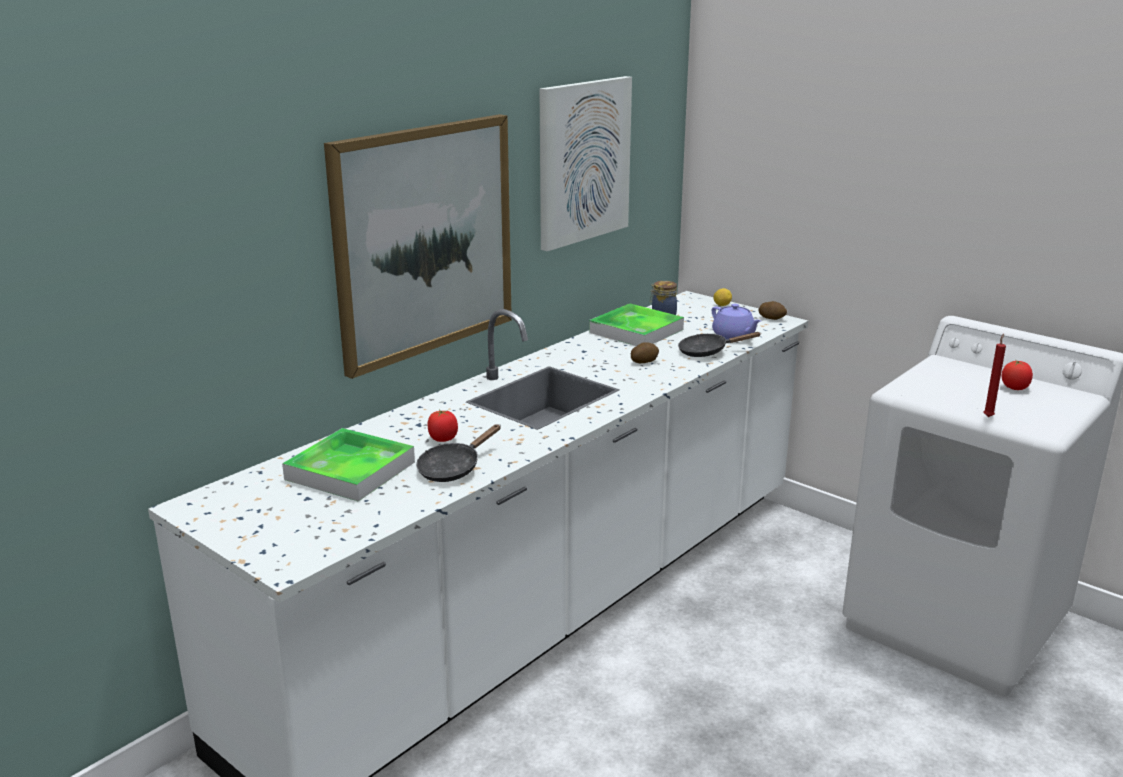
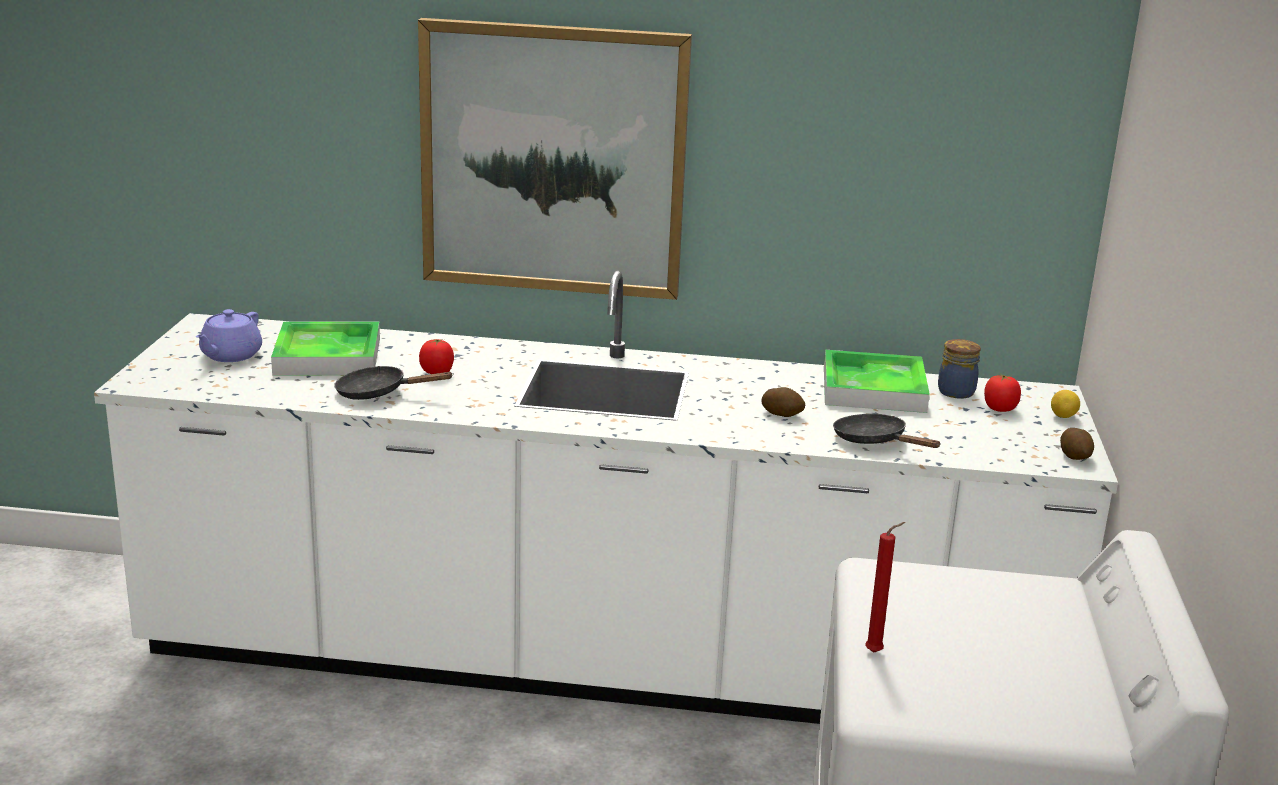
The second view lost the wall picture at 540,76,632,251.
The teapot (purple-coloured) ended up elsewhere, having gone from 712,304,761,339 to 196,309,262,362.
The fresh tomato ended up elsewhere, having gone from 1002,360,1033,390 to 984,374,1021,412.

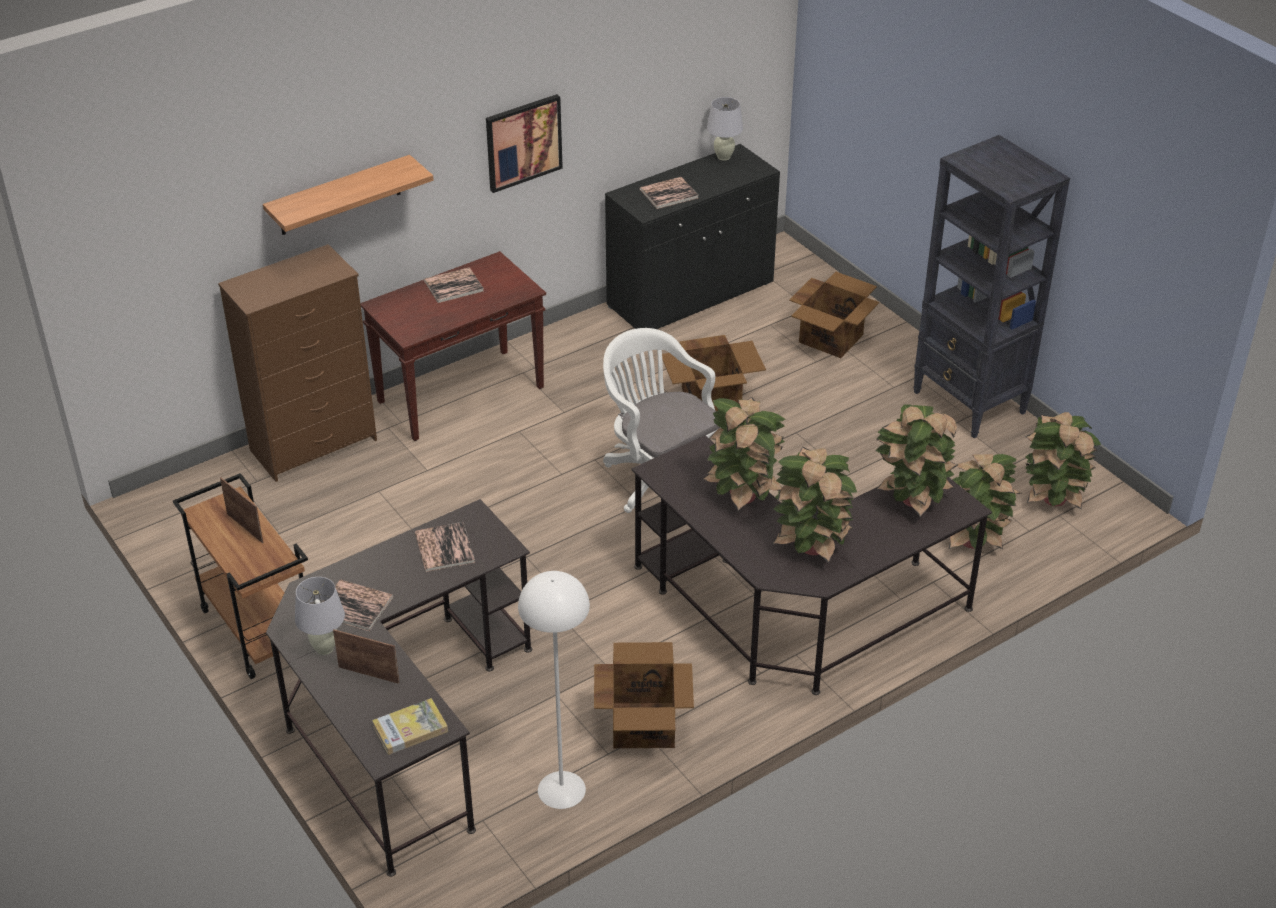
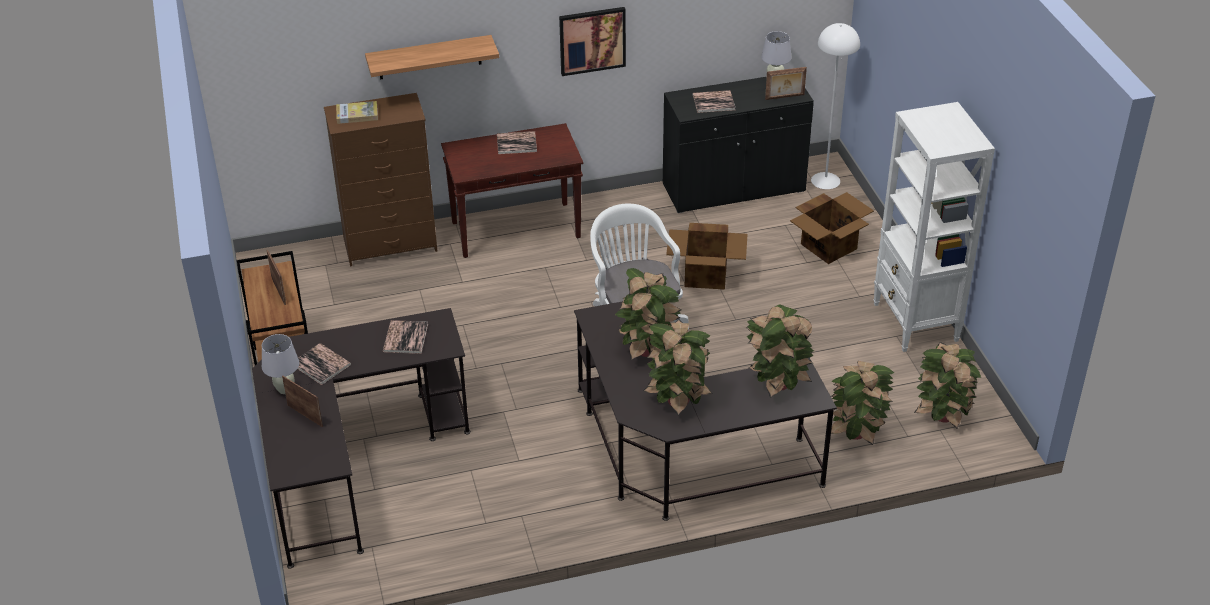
The second view lost the cardboard box at 594,642,694,748.
The second view gained the standing frame at 765,67,807,100.
The book ended up elsewhere, having gone from 372,698,448,755 to 336,101,378,124.
The floor lamp (whitish) ended up elsewhere, having gone from 518,571,590,809 to 811,23,860,189.
What was the shelving unit (black-coloured) at 913,135,1070,438 turned into the shelving unit (whitish) at 873,102,995,352.

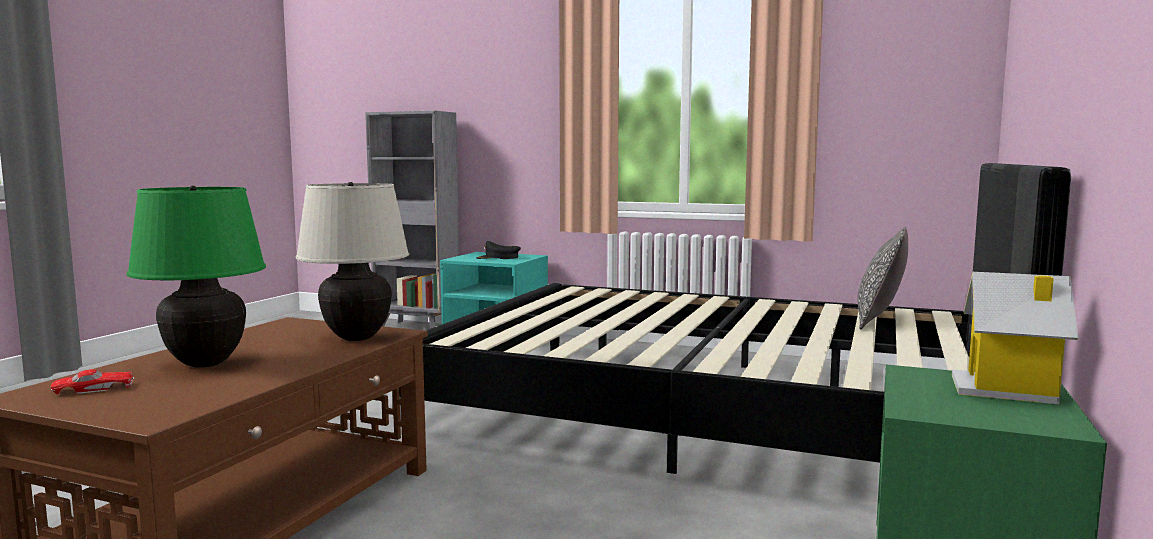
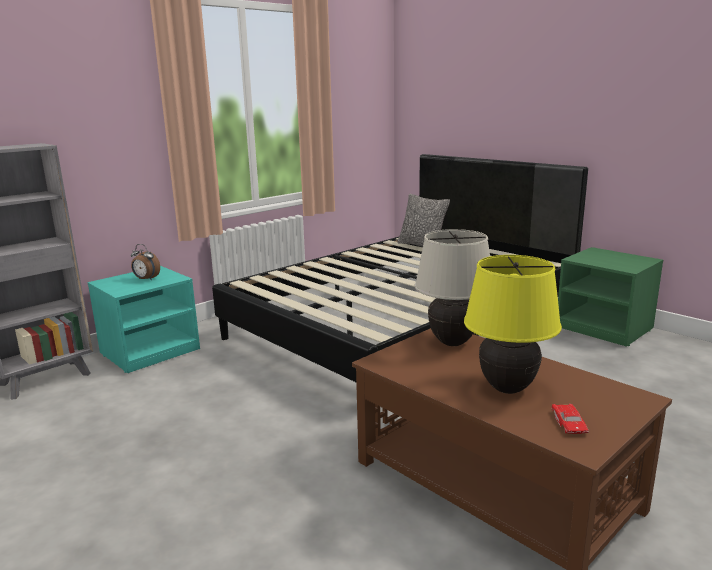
The second view lost the toy house at 952,272,1078,404.
Where the cap (black-coloured) stood at 477,241,521,259, the bedside clock came to stand at 131,244,160,281.
What was the tabletop lamp (greenish) at 127,186,266,368 turned into the tabletop lamp (yellow-coloured) at 464,255,562,394.

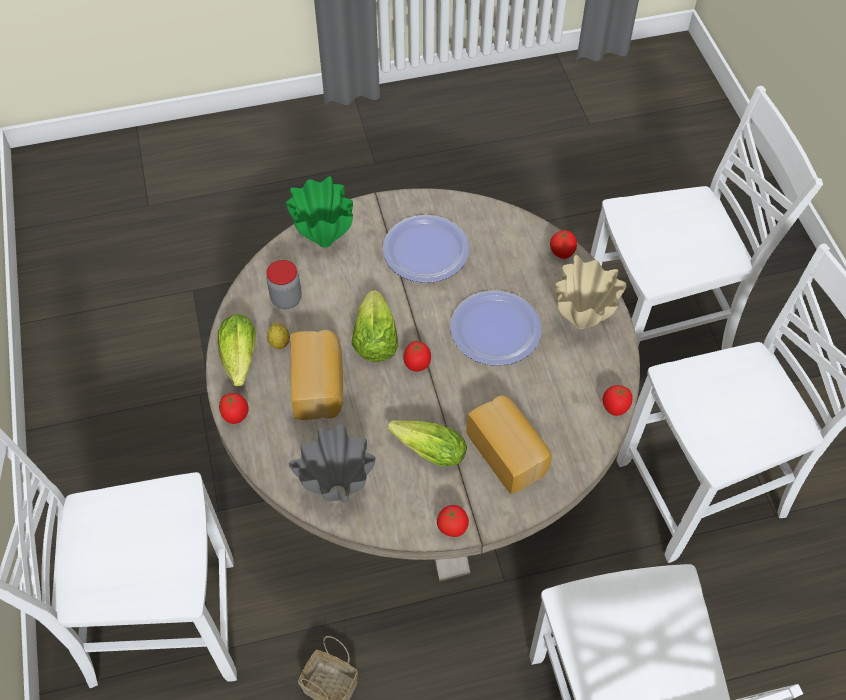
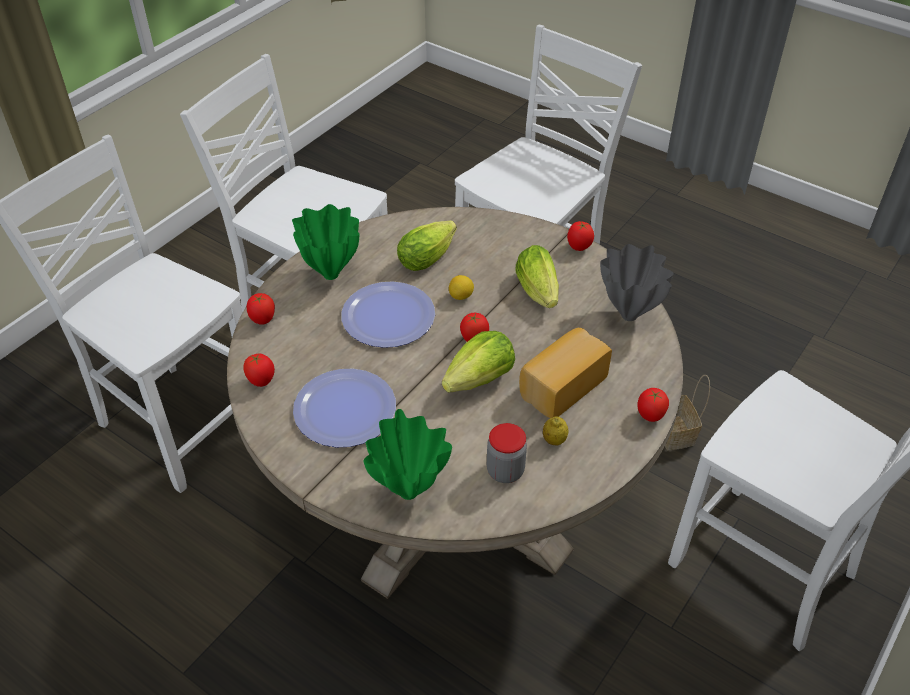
The second view lost the baked bread at 466,395,552,494.
The second view gained the whole lemon at 449,275,474,300.
The lettuce ended up elsewhere, having gone from 218,314,256,387 to 397,221,457,271.
The fresh tomato ended up elsewhere, having gone from 603,385,632,416 to 243,353,275,387.
What was the decorative vase (beige-coloured) at 555,255,627,329 turned into the decorative vase (greenish) at 292,204,359,280.

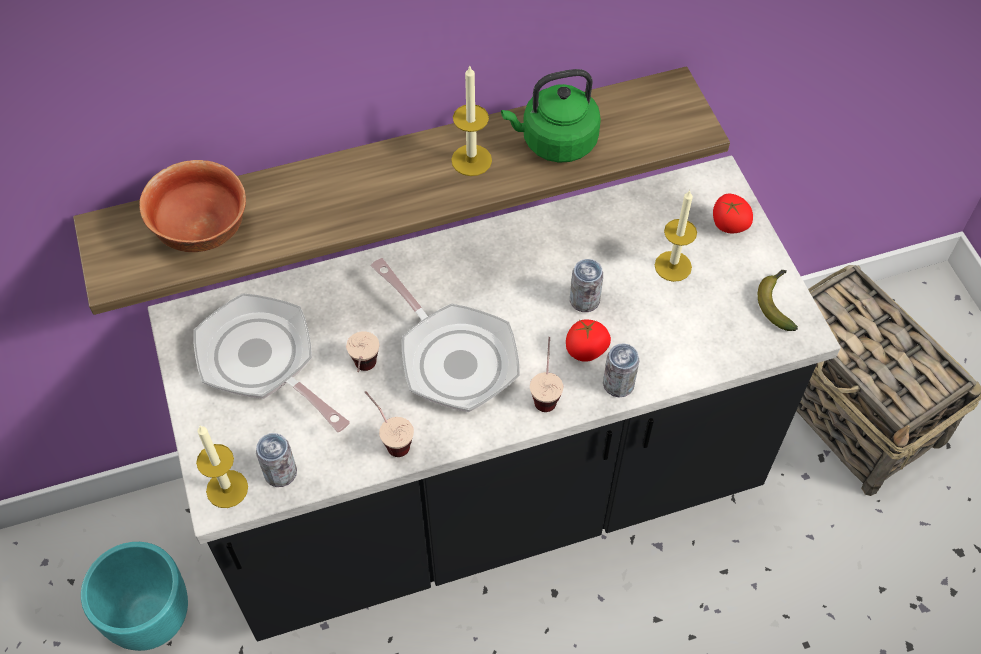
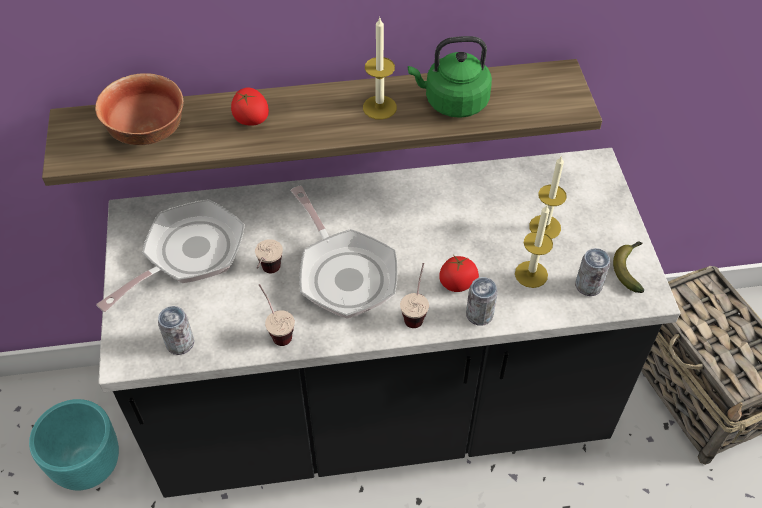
The wax light ended up elsewhere, having gone from 196,426,248,508 to 515,205,553,288.
The metal can ended up elsewhere, having gone from 570,259,603,312 to 575,248,610,296.
The fresh tomato ended up elsewhere, having gone from 713,194,753,233 to 231,87,269,126.
The pan at 193,293,350,432 ended up facing another way, 75 degrees clockwise from before.

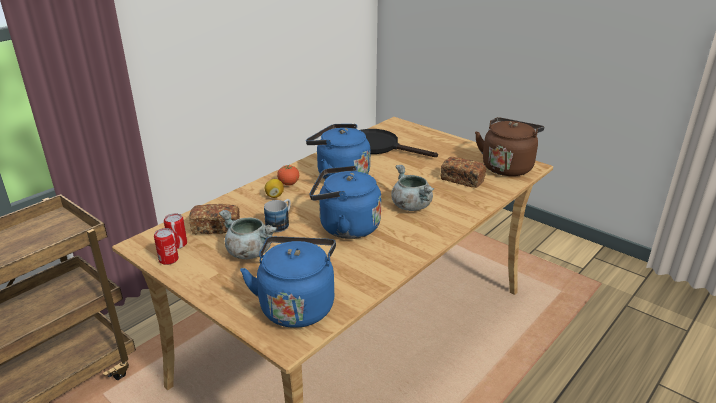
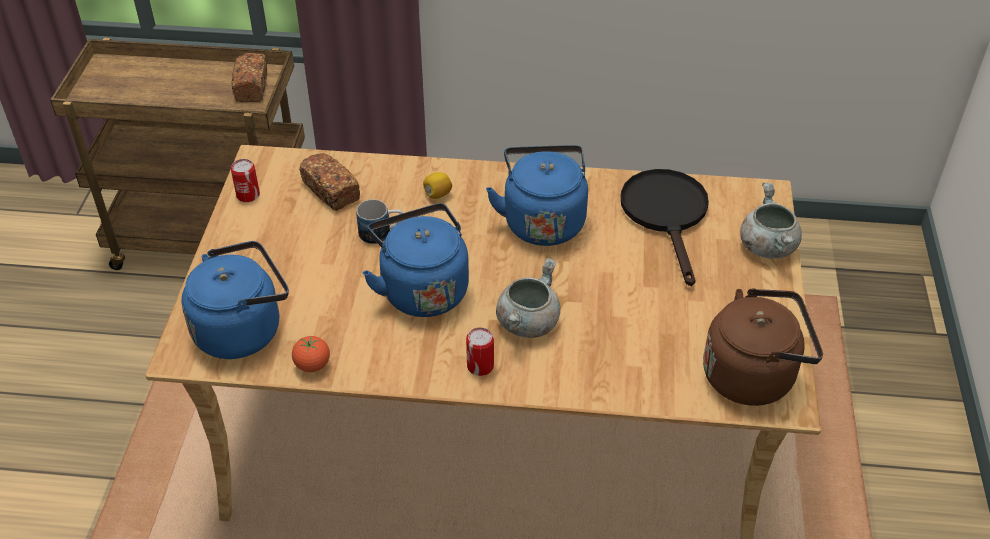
The metal can ended up elsewhere, having gone from 164,213,187,249 to 466,327,494,376.
The cooking pot (gray) ended up elsewhere, having gone from 219,210,277,259 to 740,183,802,259.
The fresh tomato ended up elsewhere, having gone from 277,165,299,185 to 292,336,330,372.
The baked bread ended up elsewhere, having gone from 440,157,486,188 to 232,53,267,102.

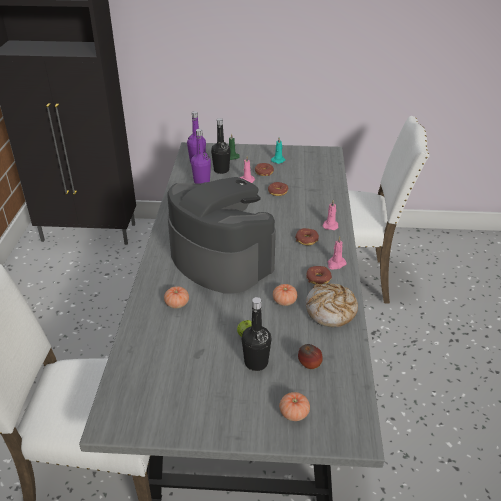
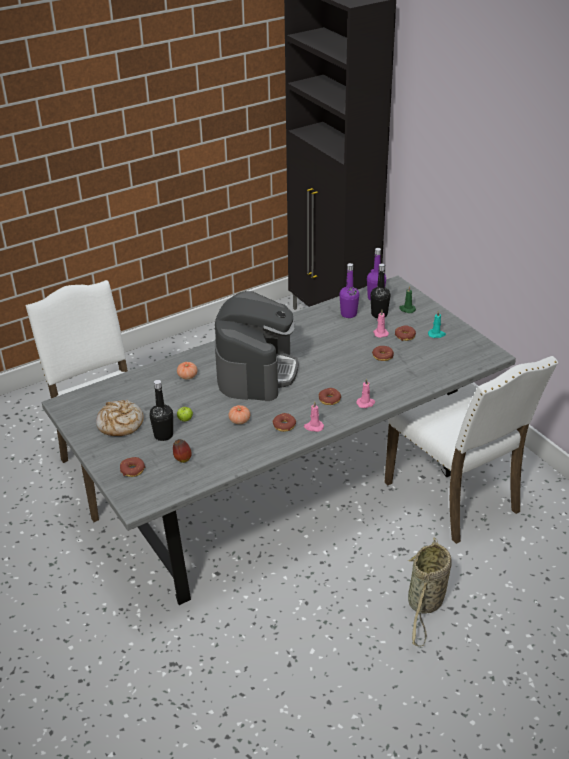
The second view gained the household basket at 408,537,452,647.
The baked bread ended up elsewhere, having gone from 306,283,358,327 to 96,399,144,436.
Where the fresh tomato stood at 279,392,310,421, the doughnut came to stand at 120,457,145,477.

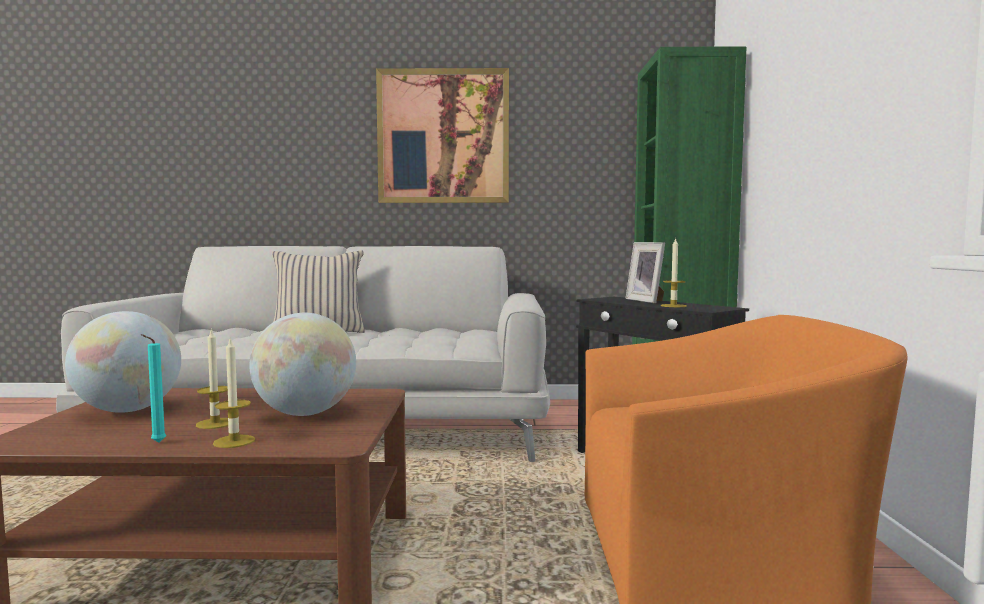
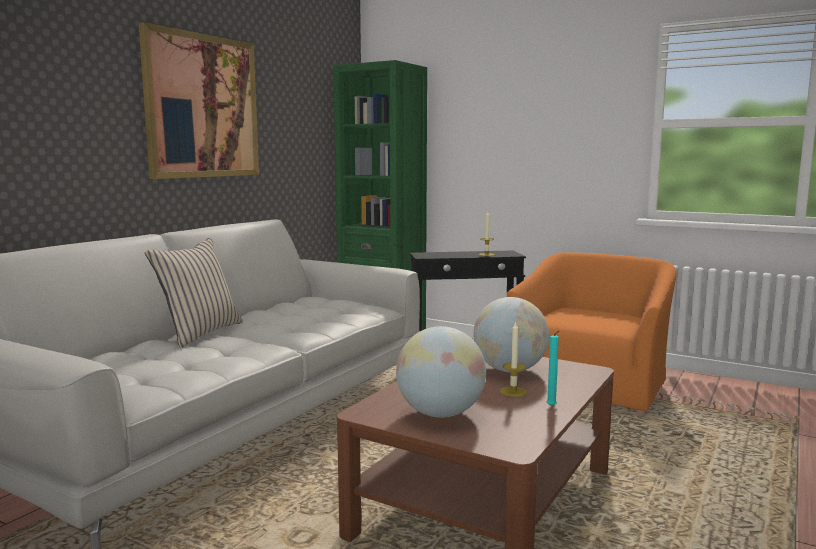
The second view lost the wax light at 213,339,255,448.
The second view lost the standing frame at 625,242,665,303.

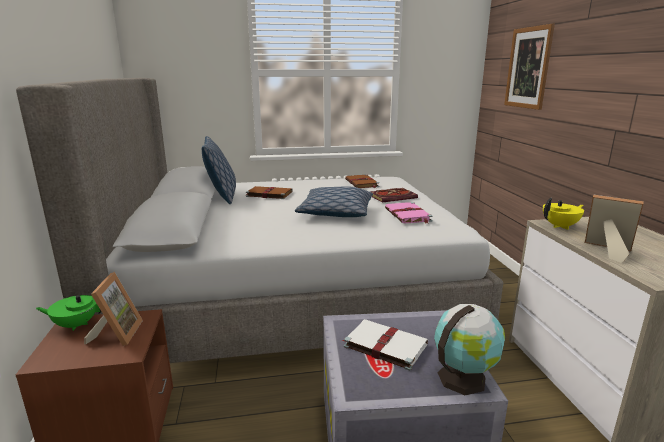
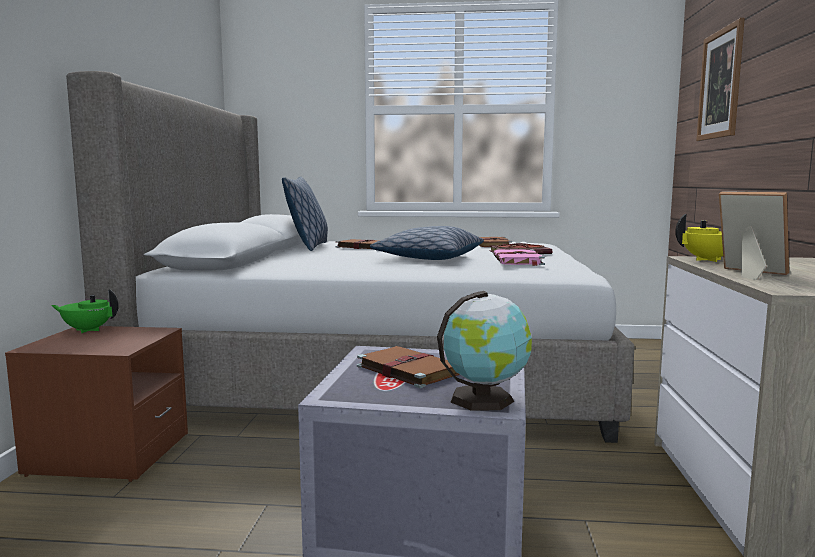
The second view lost the standing frame at 84,272,143,346.
What was the book (whitish) at 342,319,428,371 turned into the book (brown) at 357,346,460,388.

